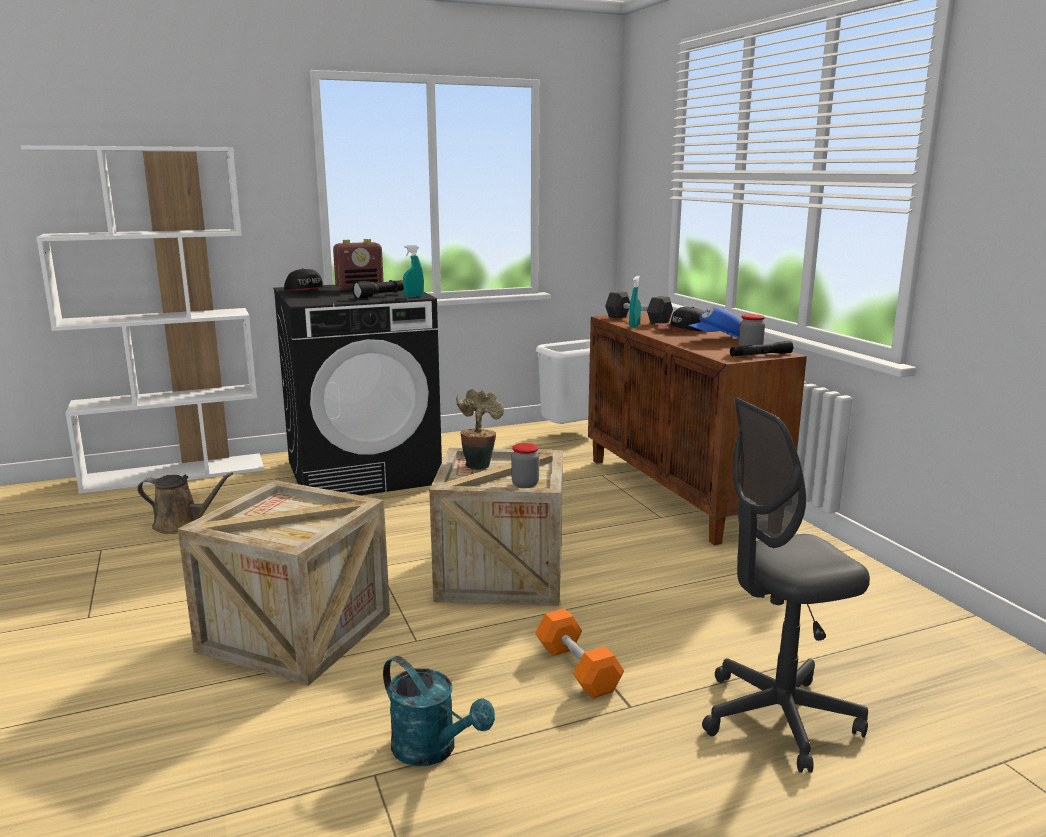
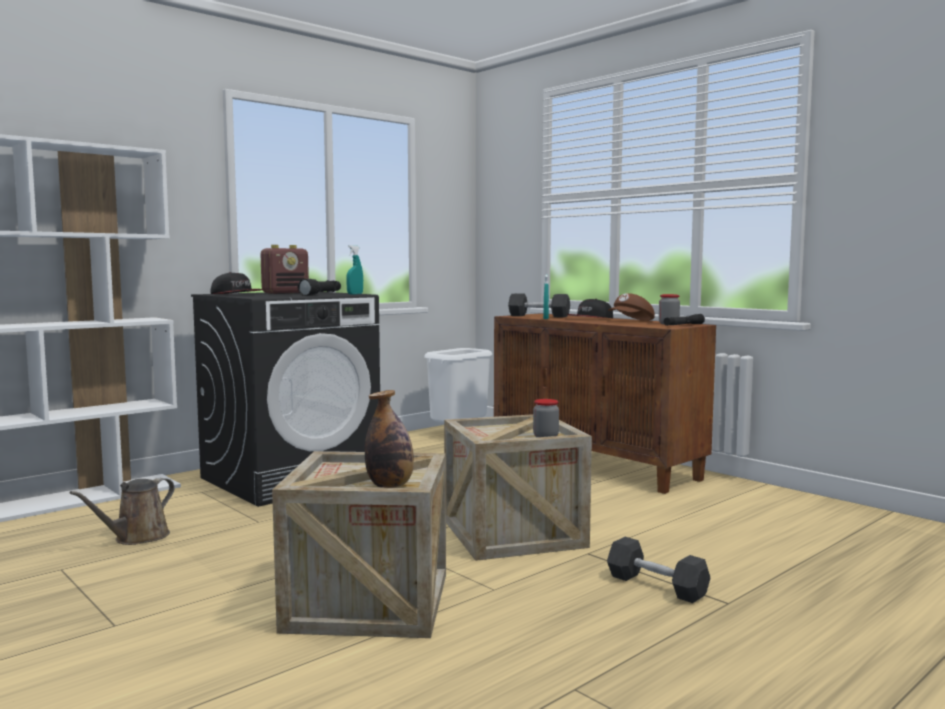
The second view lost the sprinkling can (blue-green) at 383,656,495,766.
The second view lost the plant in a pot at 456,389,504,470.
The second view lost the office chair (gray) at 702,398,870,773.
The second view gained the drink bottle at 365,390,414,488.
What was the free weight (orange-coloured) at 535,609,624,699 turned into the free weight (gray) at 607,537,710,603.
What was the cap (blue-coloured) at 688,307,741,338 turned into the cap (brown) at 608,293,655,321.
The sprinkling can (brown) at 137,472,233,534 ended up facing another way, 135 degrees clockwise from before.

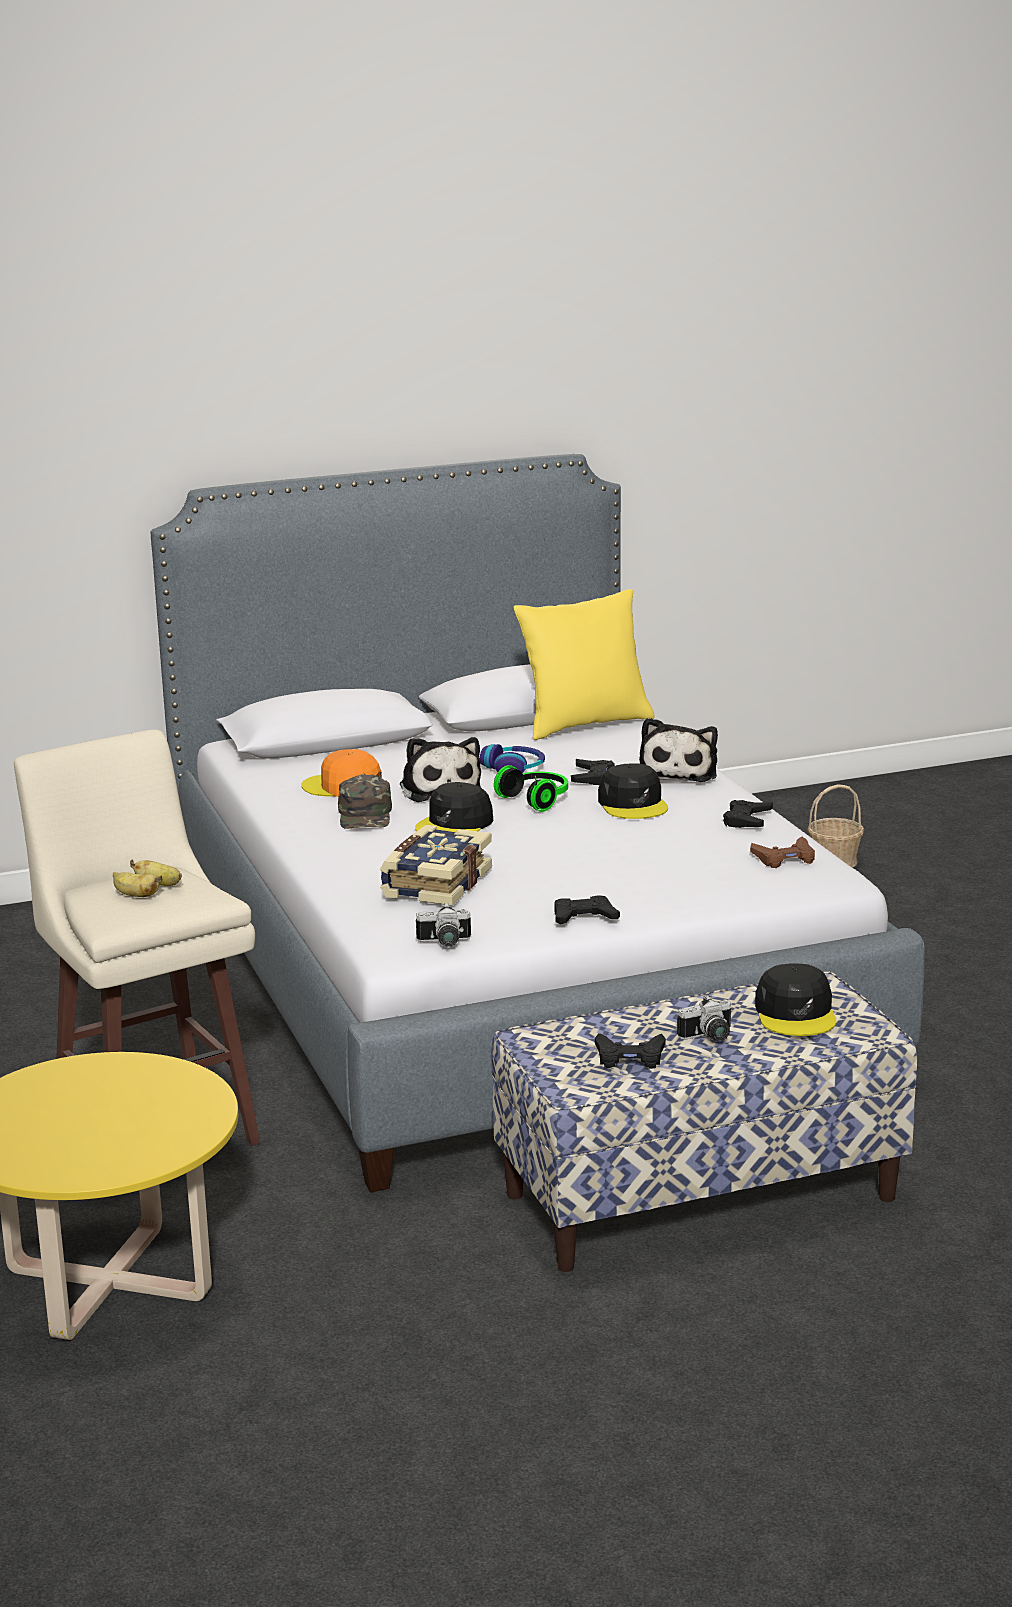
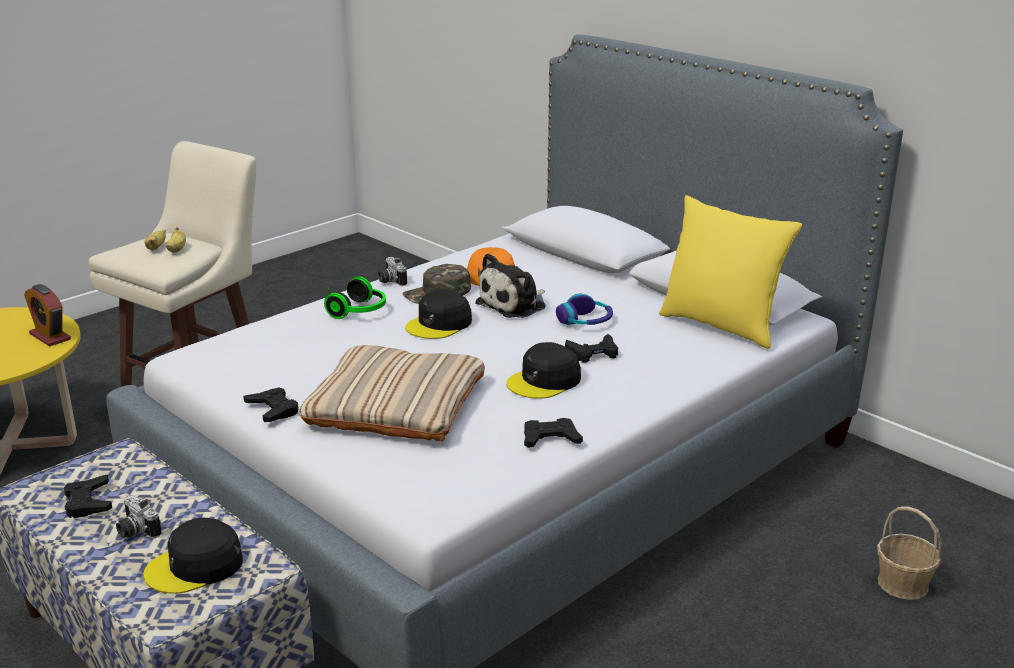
The second view lost the book at 380,825,492,906.
The second view lost the cuddly toy at 639,718,718,782.
The second view lost the joypad (brown) at 750,837,815,868.
The second view gained the bedside clock at 24,284,71,347.
The second view gained the pillow (beige-coloured) at 300,345,485,442.
The photo camera ended up elsewhere, having gone from 416,903,471,947 to 378,257,407,286.
The headphones ended up elsewhere, having gone from 494,765,568,812 to 324,276,386,319.
The cap (black-coloured) at 415,782,493,832 ended up facing another way, 60 degrees counterclockwise from before.

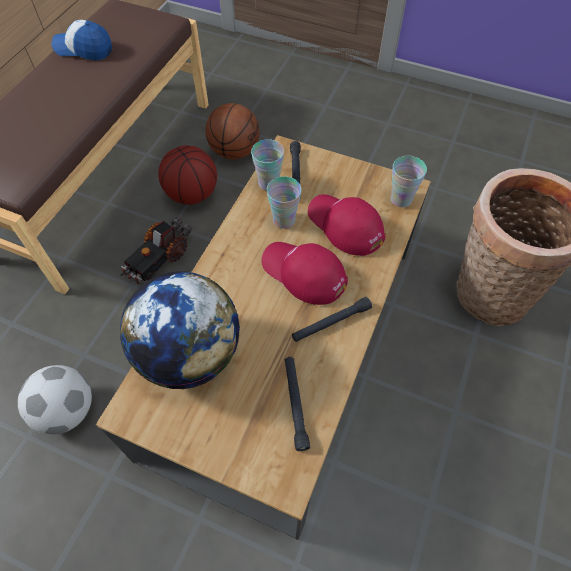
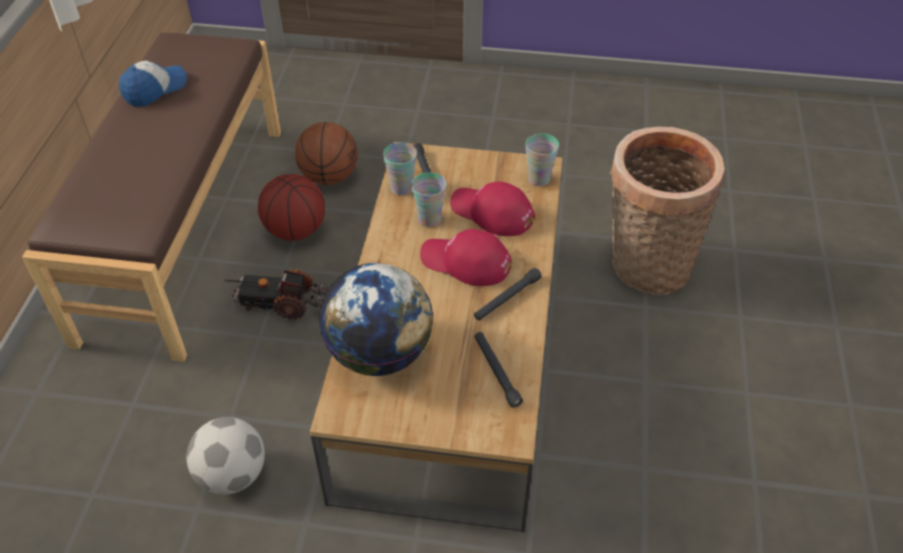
The cap at 51,20,112,61 ended up facing another way, 135 degrees clockwise from before.
The toy truck at 121,218,193,284 ended up facing another way, 75 degrees clockwise from before.

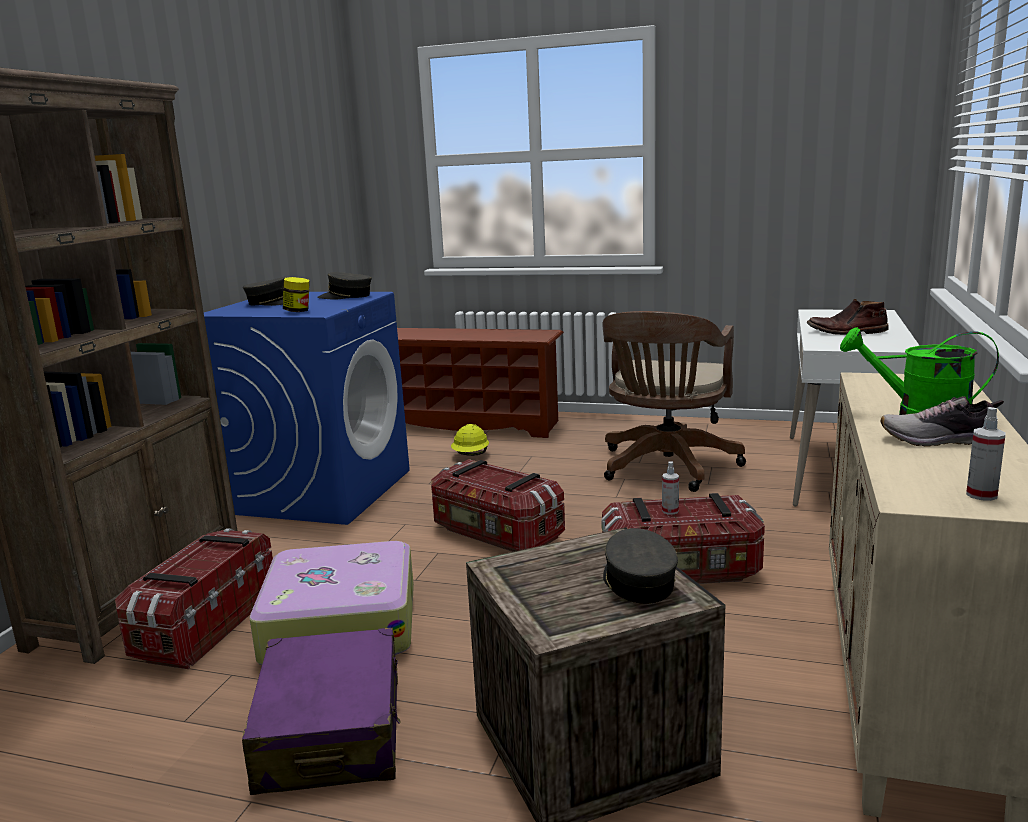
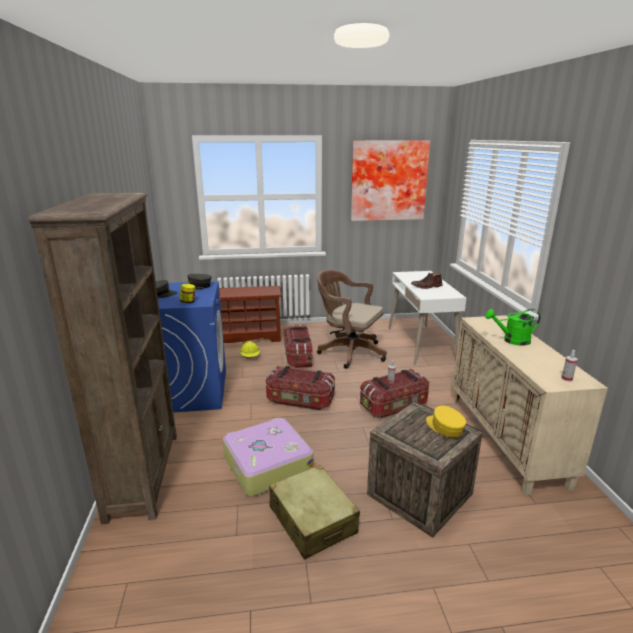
The second view lost the shoe at 881,396,1004,447.
The second view gained the wall picture at 351,140,430,221.
The storage bin ended up elsewhere, having gone from 115,528,273,669 to 283,325,313,368.
What was the suitcase (purple-coloured) at 242,628,400,795 turned into the suitcase (beige-coloured) at 269,465,360,560.
What was the cap (gray) at 603,528,678,604 turned into the cap (yellow-coloured) at 426,406,466,438.
The office chair (brown) at 602,311,746,492 ended up facing another way, 120 degrees clockwise from before.

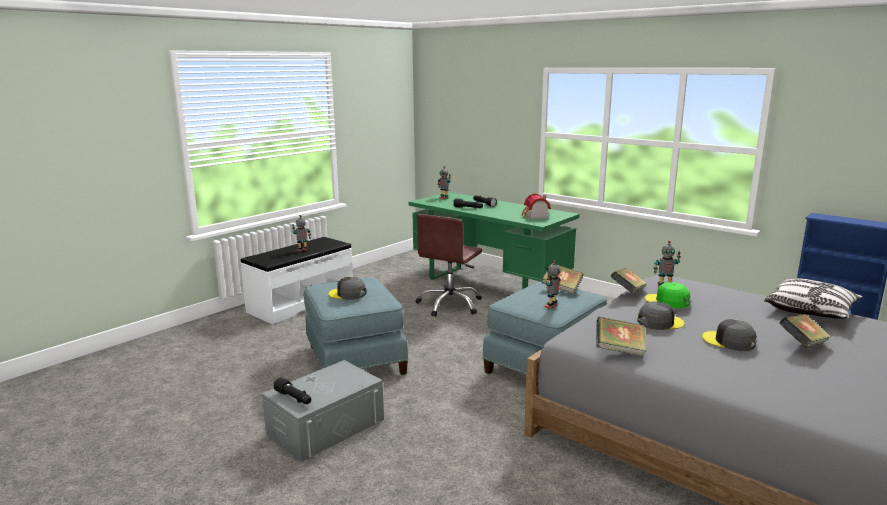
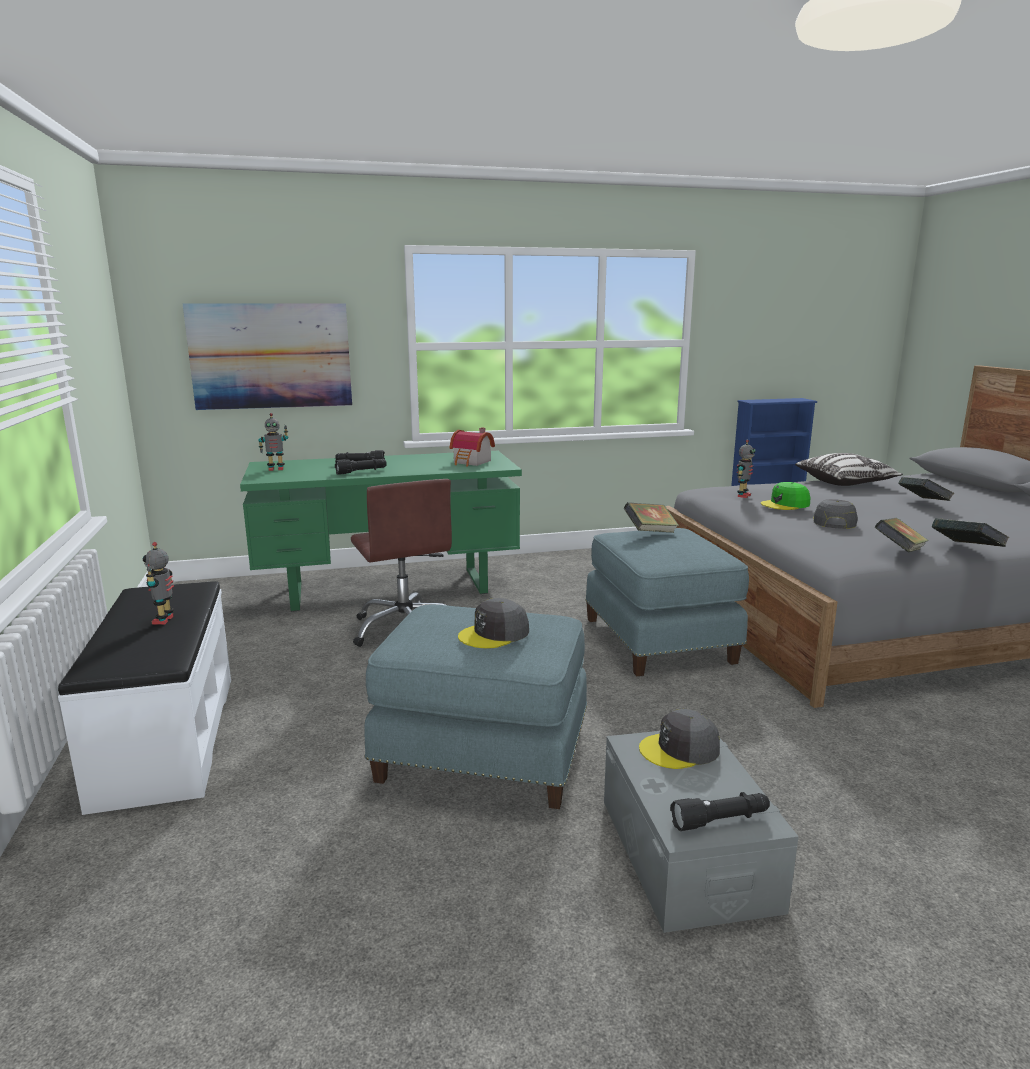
The second view lost the model robot at 544,260,561,309.
The second view gained the wall picture at 183,304,352,410.
The book ended up elsewhere, having gone from 610,268,647,293 to 932,518,1009,547.
The cap (gray) ended up elsewhere, having gone from 702,319,757,351 to 639,709,720,769.

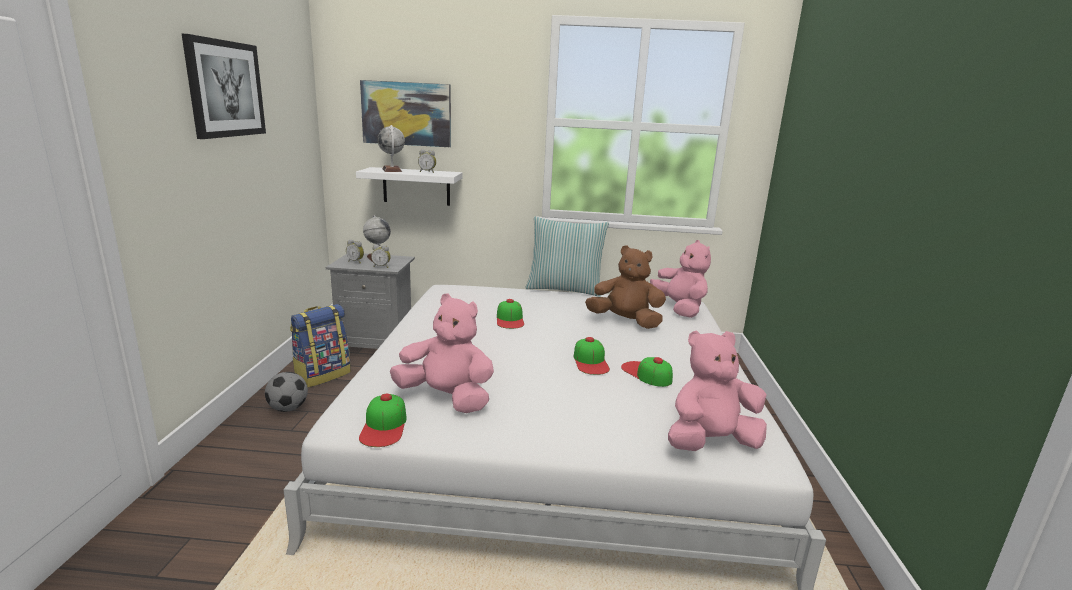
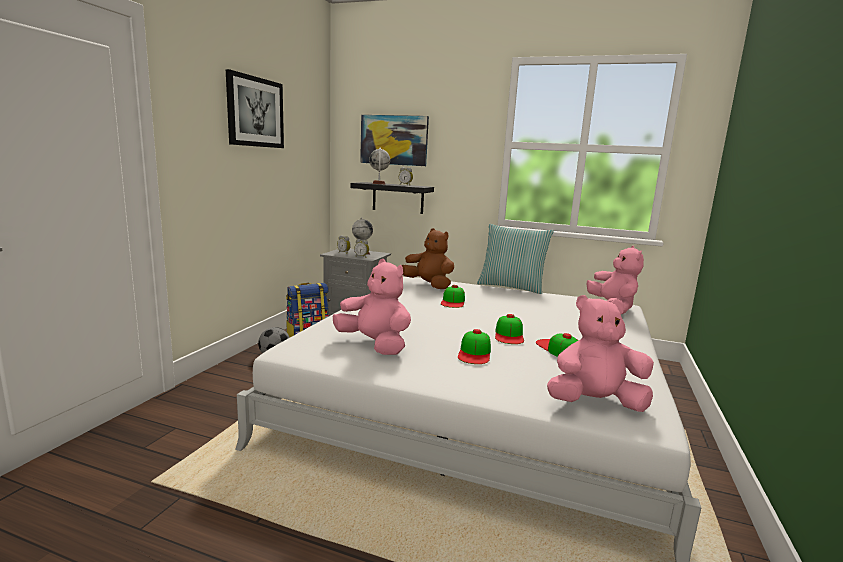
The cap ended up elsewhere, having gone from 359,394,407,447 to 458,329,491,364.
The cuddly toy (brown) ended up elsewhere, having gone from 585,245,666,329 to 402,228,454,289.
What was the shelf (whitish) at 356,167,462,206 turned into the shelf (black-coloured) at 350,182,434,214.

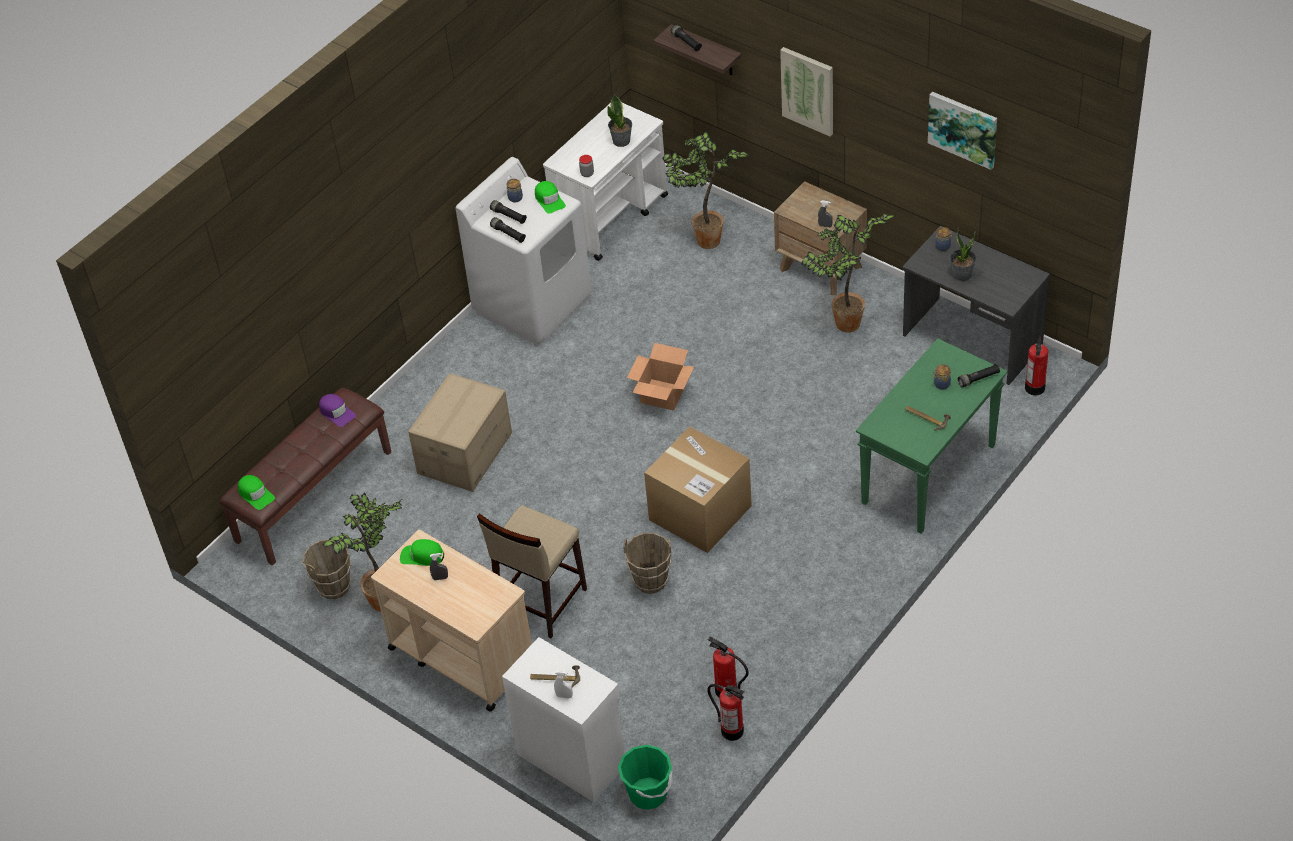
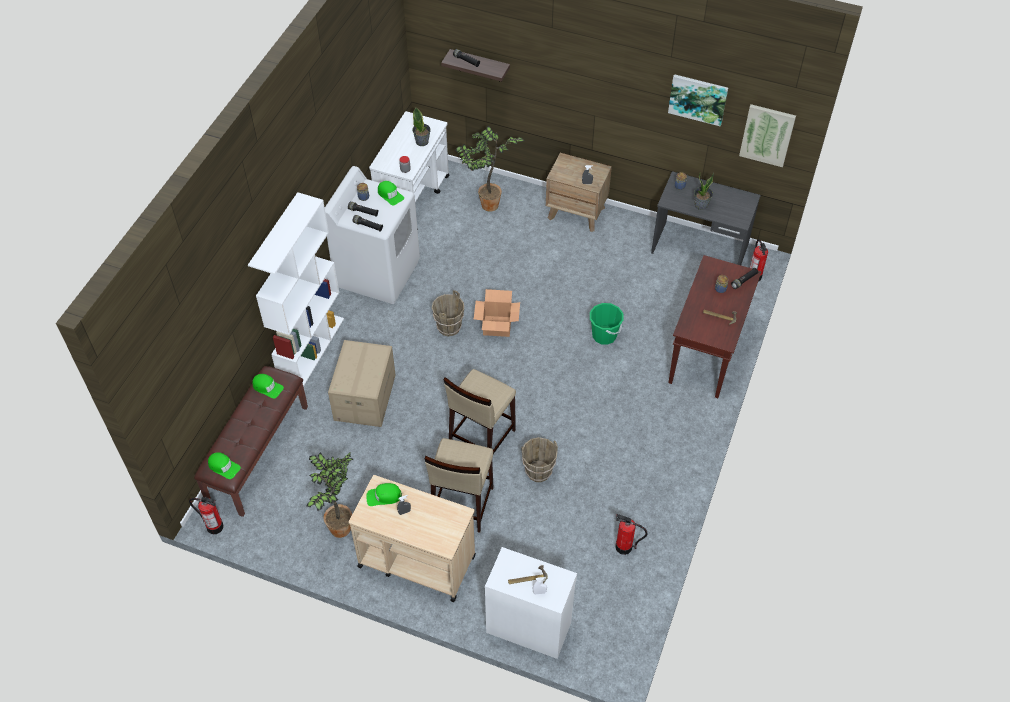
The second view lost the cardboard box at 644,427,752,553.
The second view lost the plant in a pot at 801,214,895,332.
The second view gained the shelving unit (whitish) at 248,192,344,387.
The second view gained the sitting stool (beige-coloured) at 443,369,516,454.
The bucket (brown) ended up elsewhere, having gone from 303,539,351,599 to 432,290,464,336.
The bucket (greenish) ended up elsewhere, having gone from 618,745,672,810 to 590,303,624,345.
The fire extinguisher ended up elsewhere, having gone from 707,684,745,741 to 189,496,224,534.
The wall picture ended up elsewhere, having gone from 780,47,833,136 to 739,104,796,167.
What was the cap (purple-coloured) at 319,394,356,427 turned into the cap (greenish) at 252,374,284,399.
What was the narrow table (greenish) at 856,338,1008,534 turned into the narrow table (brown) at 668,255,762,398.

